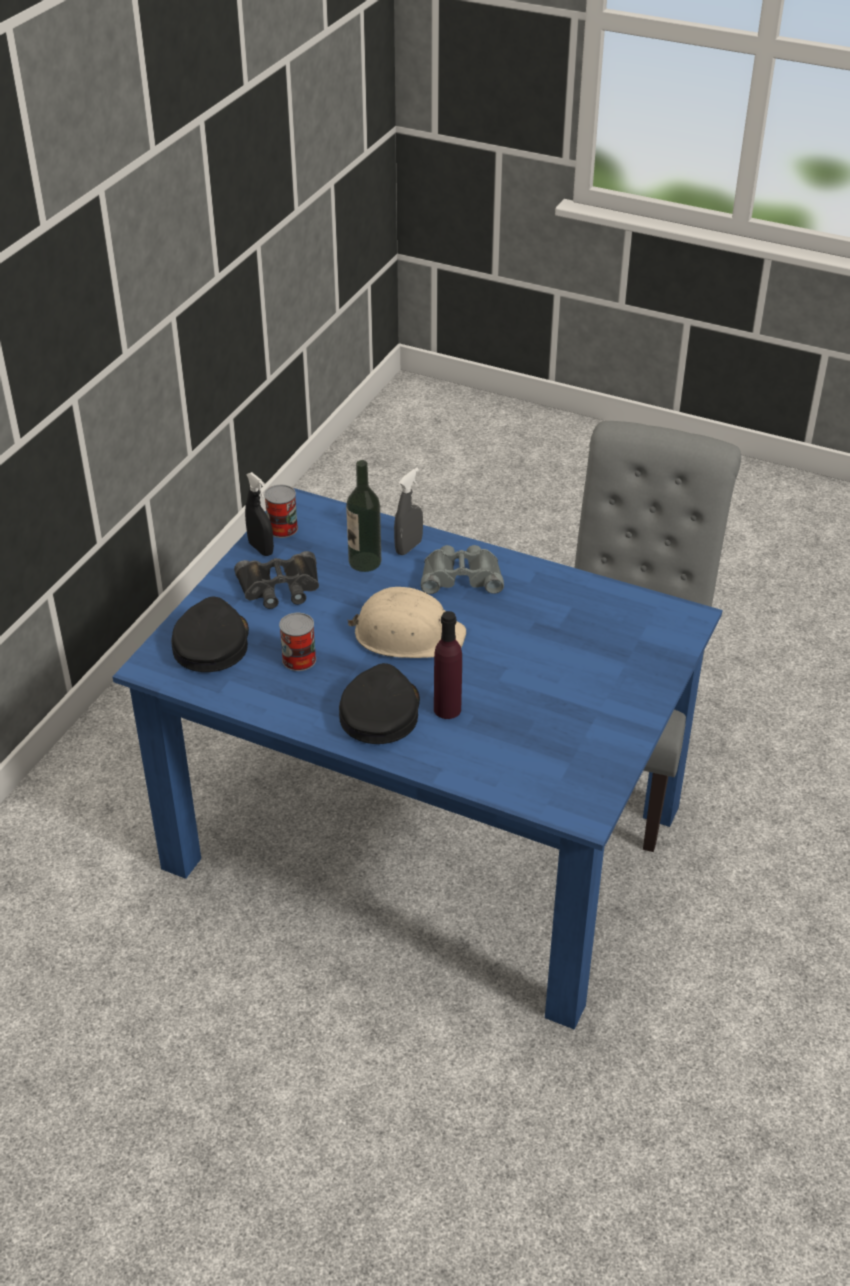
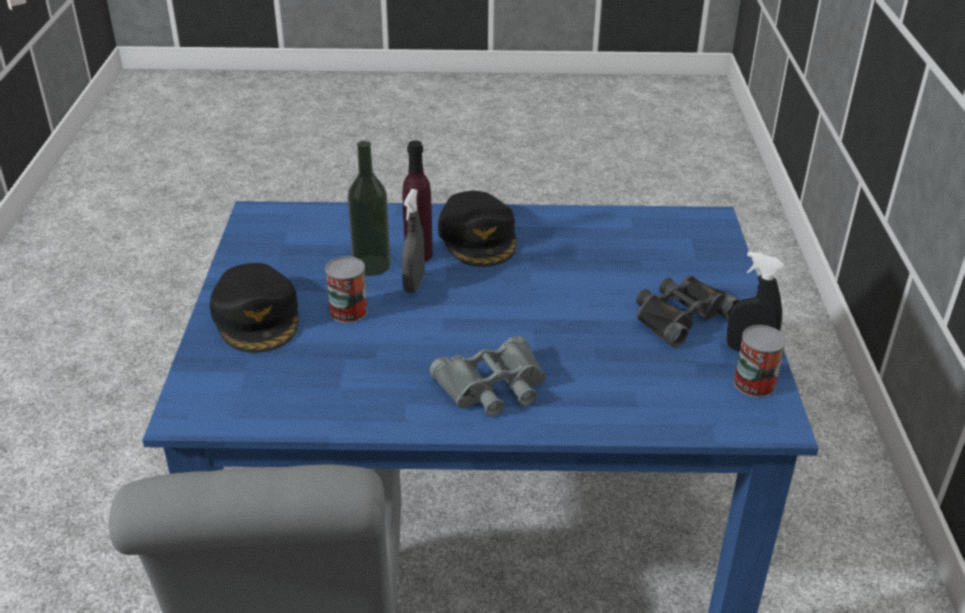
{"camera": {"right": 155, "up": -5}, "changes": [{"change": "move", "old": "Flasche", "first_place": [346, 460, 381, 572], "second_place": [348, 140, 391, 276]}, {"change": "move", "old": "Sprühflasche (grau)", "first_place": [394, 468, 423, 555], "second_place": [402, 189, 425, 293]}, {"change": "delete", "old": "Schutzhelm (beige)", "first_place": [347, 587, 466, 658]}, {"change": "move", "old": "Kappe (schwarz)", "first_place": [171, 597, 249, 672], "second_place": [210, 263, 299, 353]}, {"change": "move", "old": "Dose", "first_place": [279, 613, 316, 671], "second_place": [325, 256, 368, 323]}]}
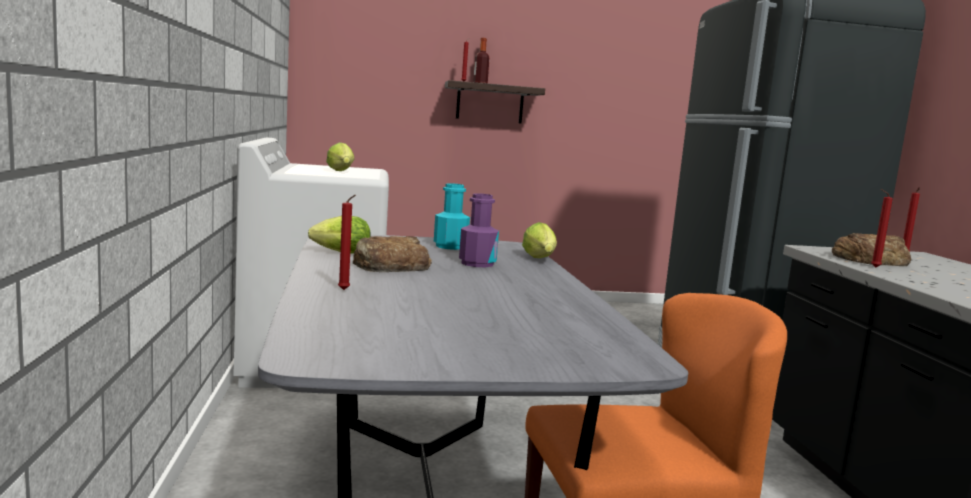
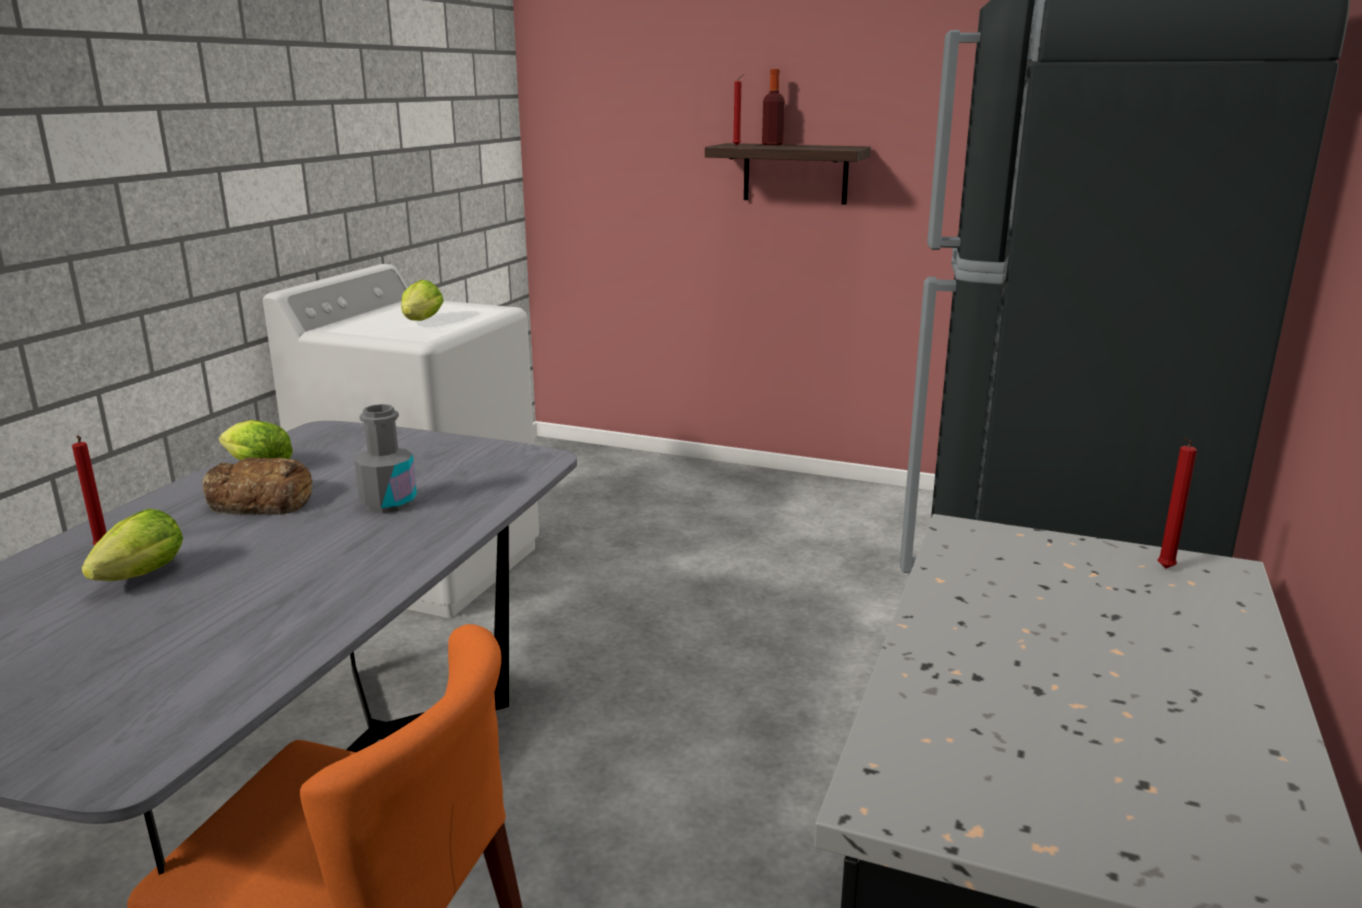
{"camera": {"right": 30, "up": 10}, "changes": [{"change": "delete", "old": "Flasche (türkis)", "first_place": [434, 183, 470, 250]}, {"change": "delete", "old": "Kerze (rot)", "first_place": [871, 189, 893, 268]}, {"change": "recolor", "old": "Flasche (lila)", "new": "Flasche (grau)", "first_place": [459, 193, 499, 267], "second_place": [354, 404, 417, 513]}, {"change": "move", "old": "Salatkopf", "first_place": [522, 222, 557, 258], "second_place": [81, 509, 183, 581]}, {"change": "delete", "old": "Brot", "first_place": [832, 233, 911, 266]}]}
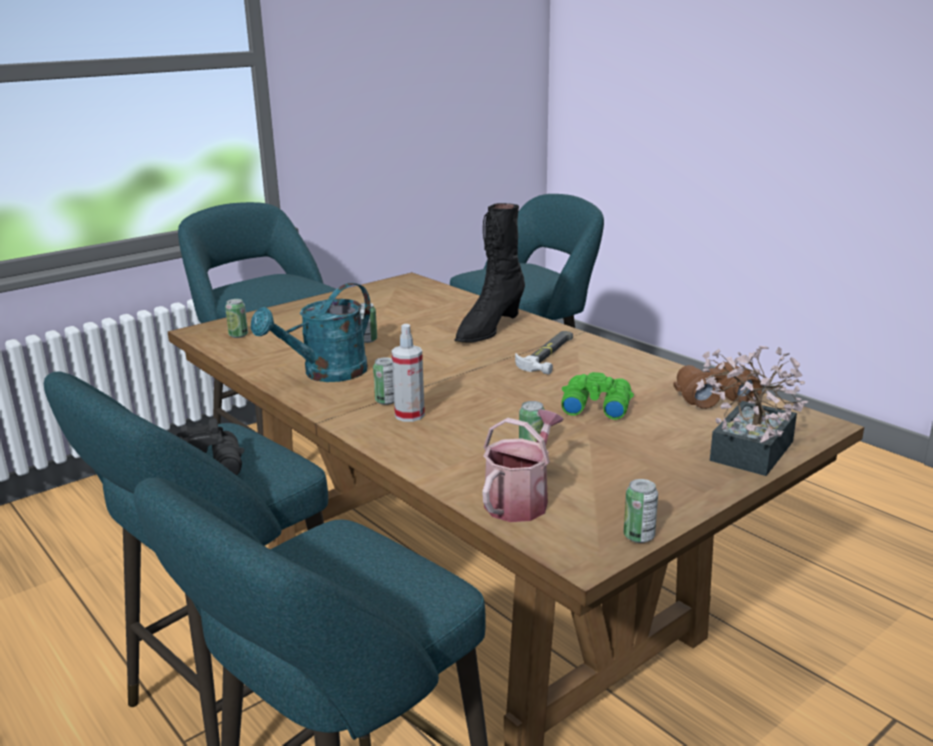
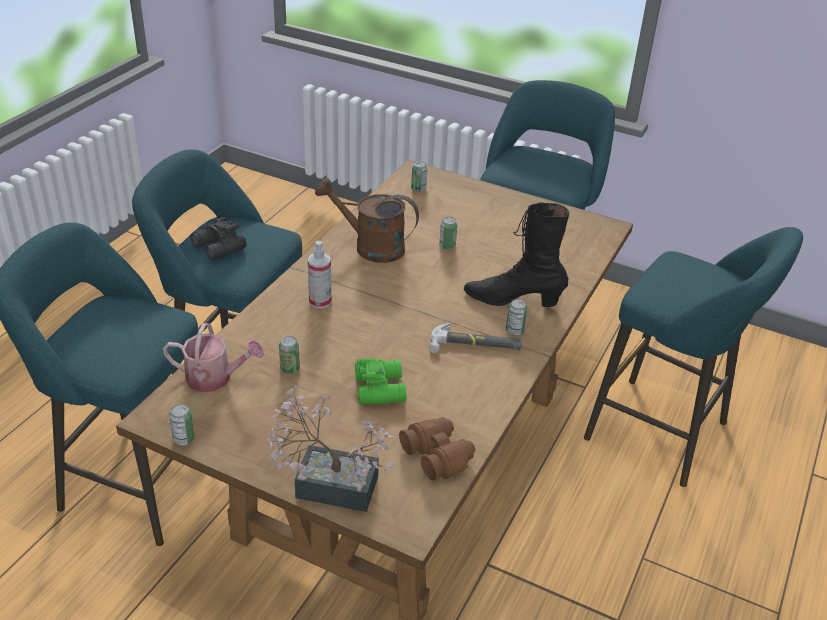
{"camera": {"right": 65, "up": 15}, "changes": [{"change": "recolor", "old": "Gießkanne (türkis)", "new": "Gießkanne (braun)", "first_place": [251, 283, 371, 382], "second_place": [315, 178, 419, 263]}, {"change": "move", "old": "Dose", "first_place": [373, 357, 394, 405], "second_place": [506, 299, 527, 336]}]}
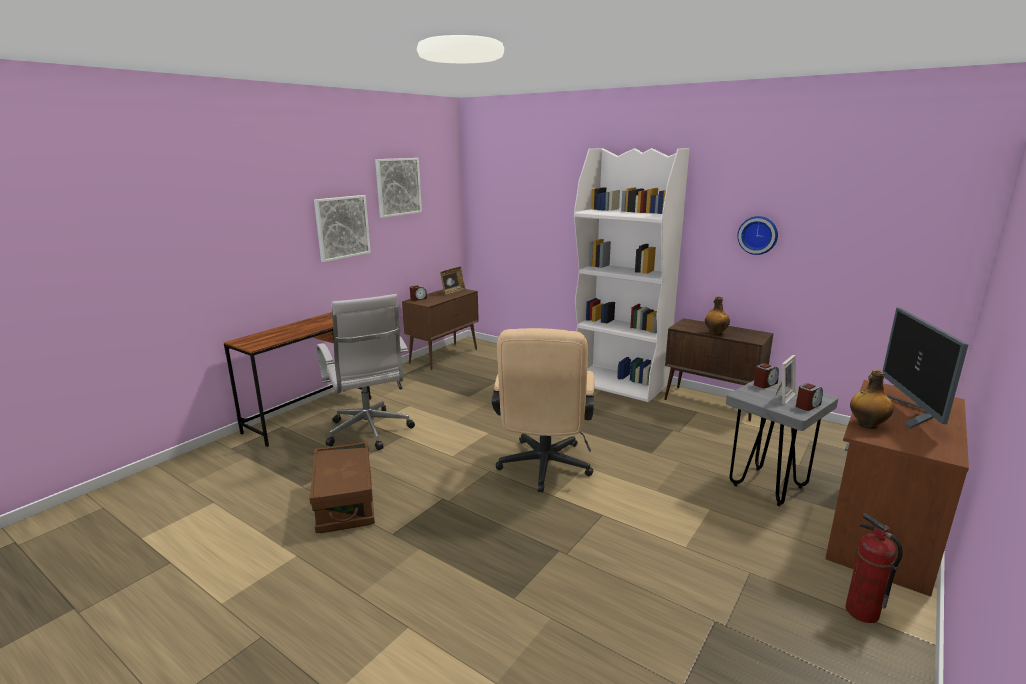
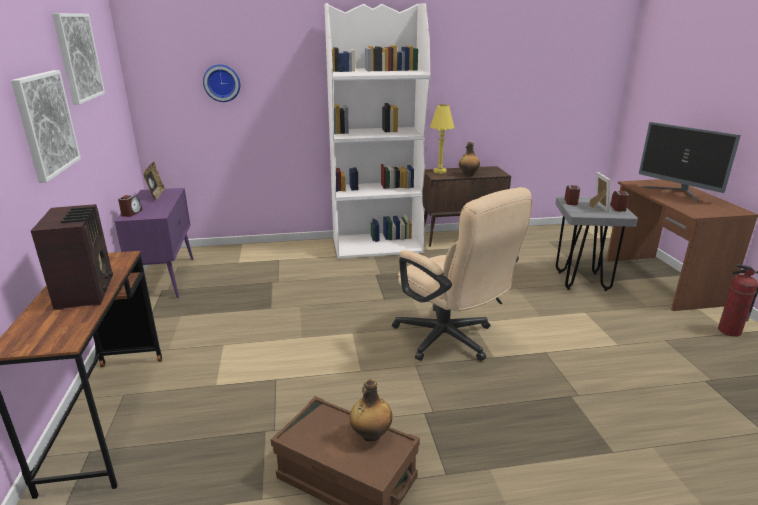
{"camera": {"right": -45, "up": 5}, "changes": [{"change": "move", "old": "Wanduhr", "first_place": [737, 216, 778, 255], "second_place": [203, 64, 240, 102]}, {"change": "recolor", "old": "Schrank (braun)", "new": "Schrank (lila)", "first_place": [402, 289, 479, 370], "second_place": [114, 188, 193, 298]}, {"change": "delete", "old": "Bürostuhl (weiß)", "first_place": [317, 294, 415, 450]}, {"change": "move", "old": "Flasche", "first_place": [850, 370, 894, 429], "second_place": [350, 379, 392, 441]}, {"change": "insert", "new": "Tischlampe (gelb)", "second_place": [430, 104, 454, 174]}, {"change": "insert", "new": "Radio", "second_place": [31, 204, 113, 310]}]}
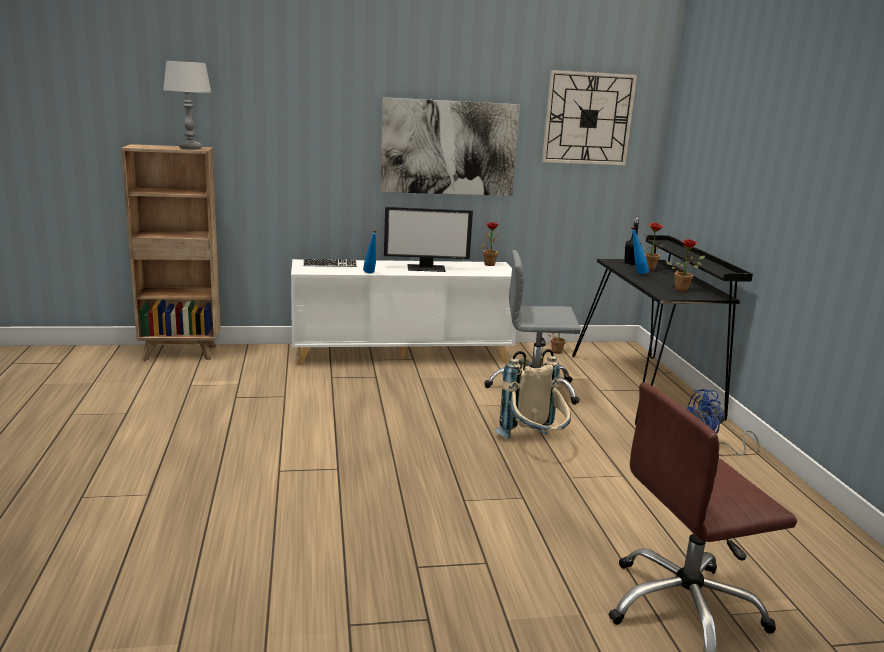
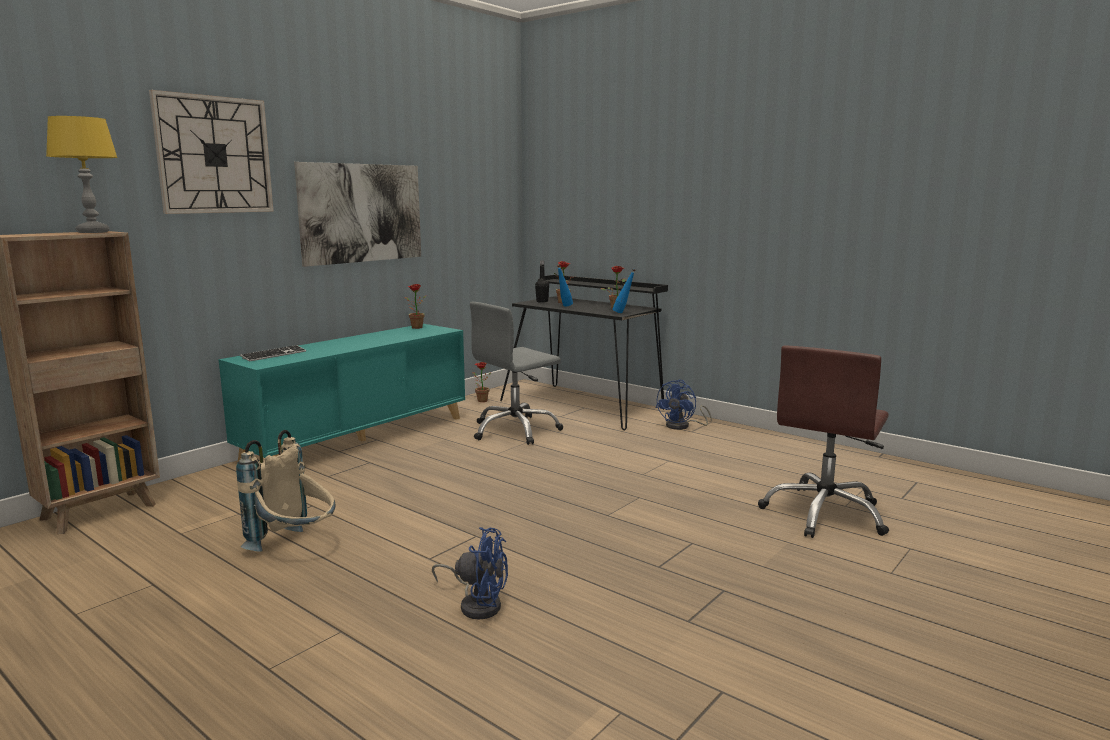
{"camera": {"right": -40, "up": -5}, "changes": [{"change": "recolor", "old": "Tischlampe (grau)", "new": "Tischlampe (gelb)", "first_place": [163, 61, 211, 149], "second_place": [46, 116, 118, 233]}, {"change": "move", "old": "Wanduhr", "first_place": [542, 70, 637, 165], "second_place": [149, 90, 274, 214]}, {"change": "delete", "old": "Monitor", "first_place": [384, 207, 473, 272]}, {"change": "move", "old": "Flasche (blau)", "first_place": [363, 229, 377, 273], "second_place": [612, 268, 636, 313]}, {"change": "recolor", "old": "Schrank (weiß)", "new": "Schrank (türkis)", "first_place": [291, 259, 516, 365], "second_place": [218, 324, 465, 461]}, {"change": "move", "old": "Rucksack (beige)", "first_place": [496, 349, 571, 439], "second_place": [236, 430, 335, 552]}, {"change": "insert", "new": "Ventilator (blau)", "second_place": [432, 527, 508, 619]}]}
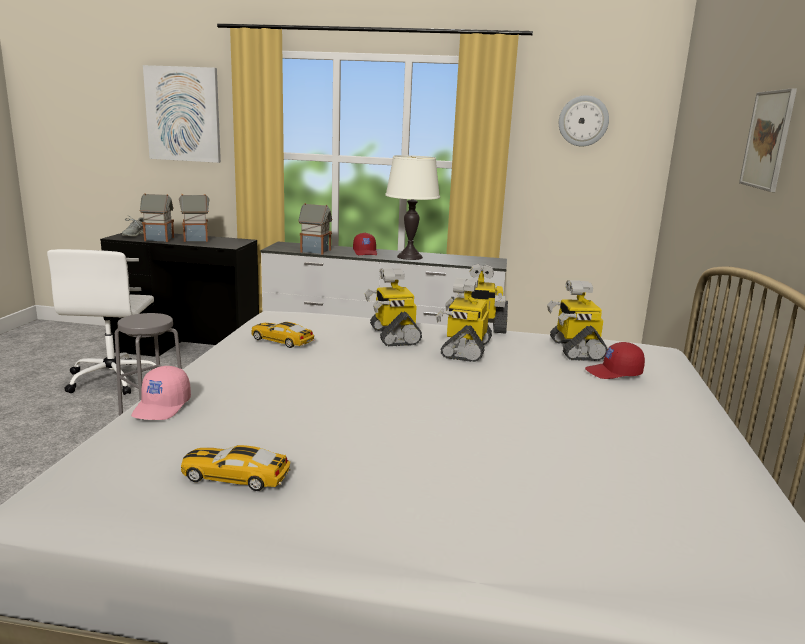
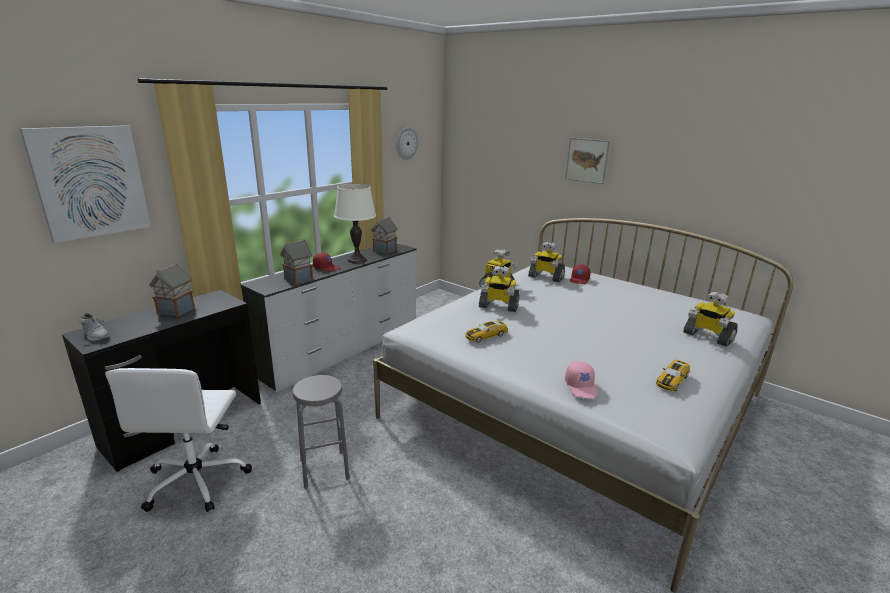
{"camera": {"right": -60, "up": 5}, "changes": [{"change": "move", "old": "Spielzeughaus", "first_place": [140, 193, 175, 242], "second_place": [371, 217, 398, 255]}, {"change": "rotate", "old": "Bürostuhl (weiß)", "first_place": [47, 249, 156, 395], "second_place": [105, 368, 252, 512], "degrees": 60}, {"change": "move", "old": "Spielzeugroboter", "first_place": [436, 278, 492, 362], "second_place": [683, 292, 737, 347]}, {"change": "rotate", "old": "Kappe (rosa)", "first_place": [131, 366, 191, 420], "second_place": [565, 361, 598, 398], "degrees": 45}]}
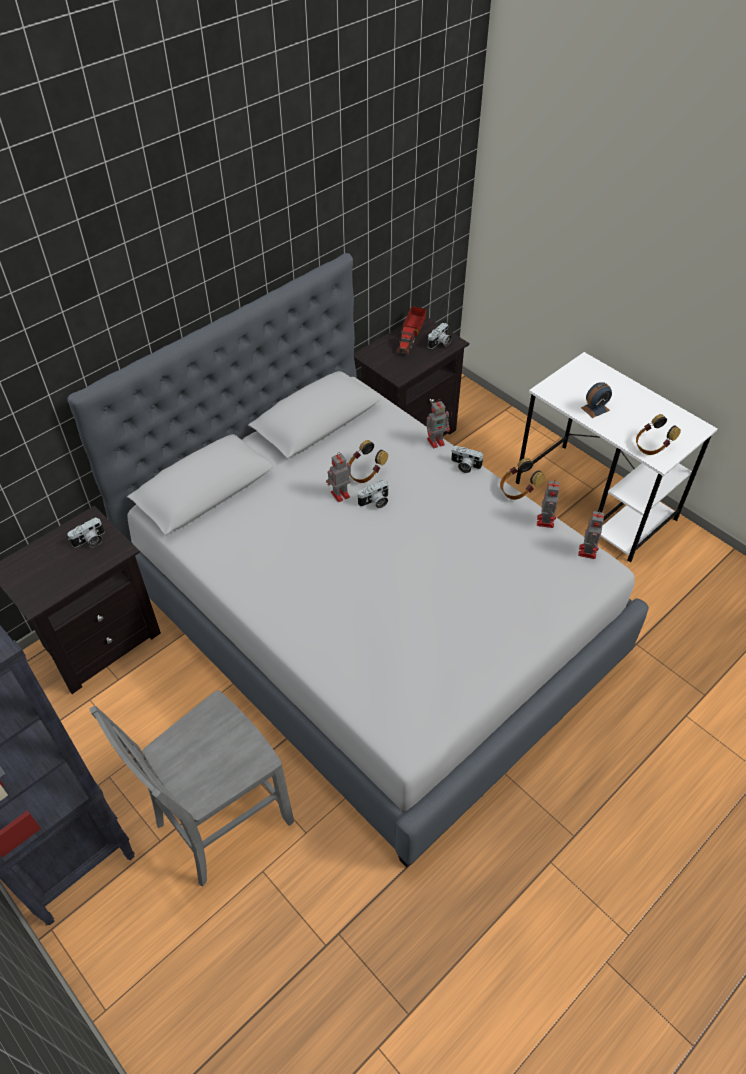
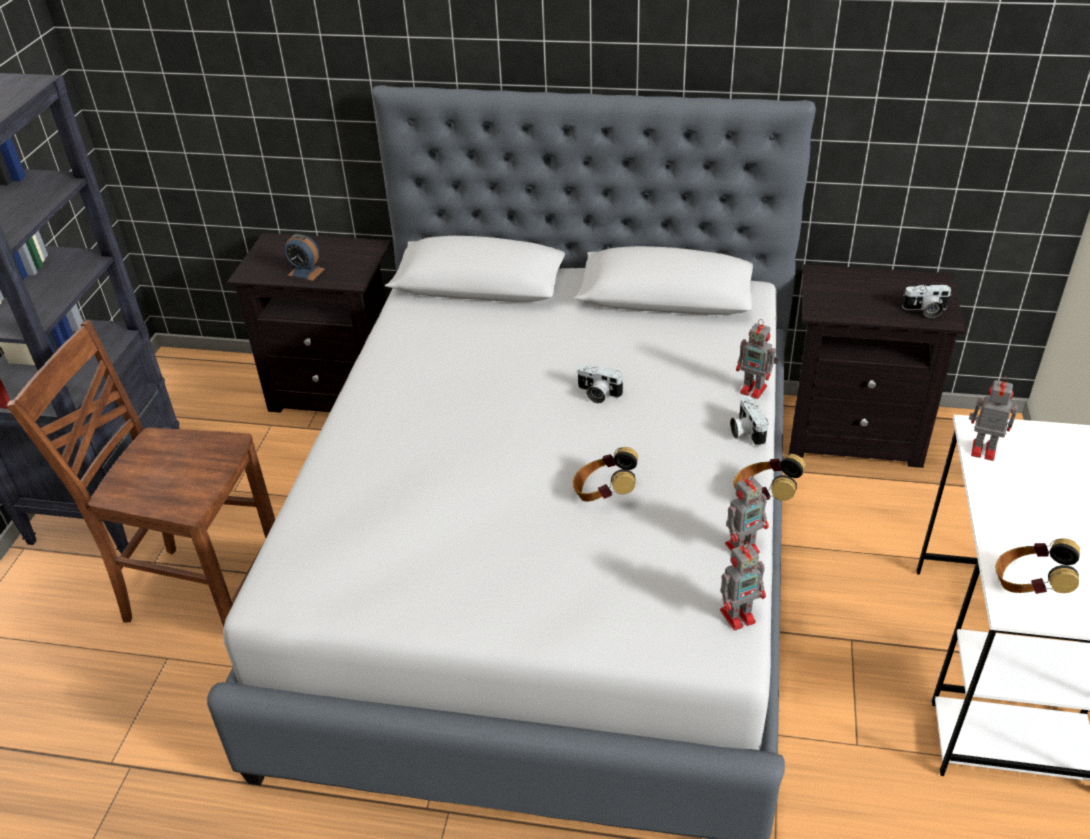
{"camera": {"right": 55, "up": -10}, "changes": [{"change": "delete", "old": "Spielzeuglaster", "first_place": [397, 306, 426, 355]}, {"change": "move", "old": "Wecker", "first_place": [581, 382, 612, 418], "second_place": [285, 234, 325, 281]}, {"change": "move", "old": "Kopfhörer", "first_place": [349, 440, 388, 483], "second_place": [573, 447, 638, 501]}, {"change": "move", "old": "Spielzeugroboter", "first_place": [326, 452, 351, 502], "second_place": [969, 376, 1018, 461]}, {"change": "delete", "old": "Kamera", "first_place": [67, 517, 104, 547]}, {"change": "recolor", "old": "Stuhl (grau)", "new": "Stuhl (braun)", "first_place": [90, 690, 294, 887], "second_place": [7, 320, 275, 627]}]}
